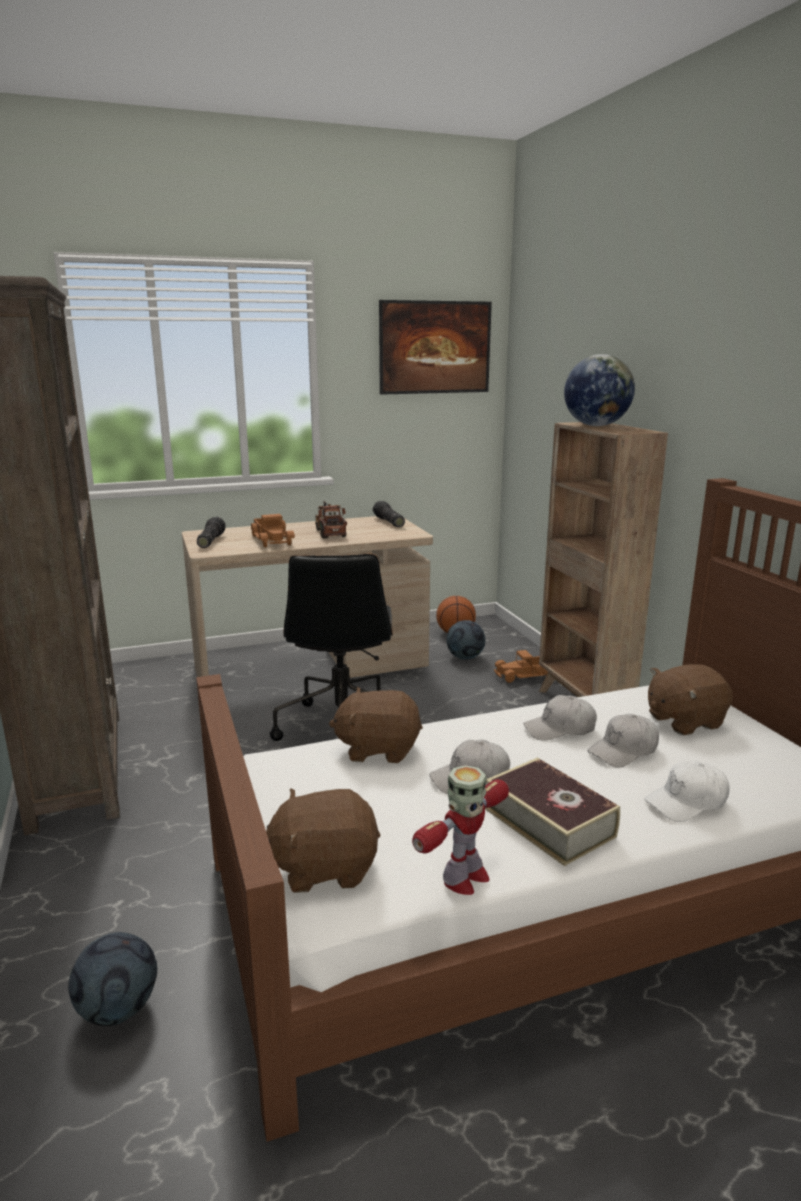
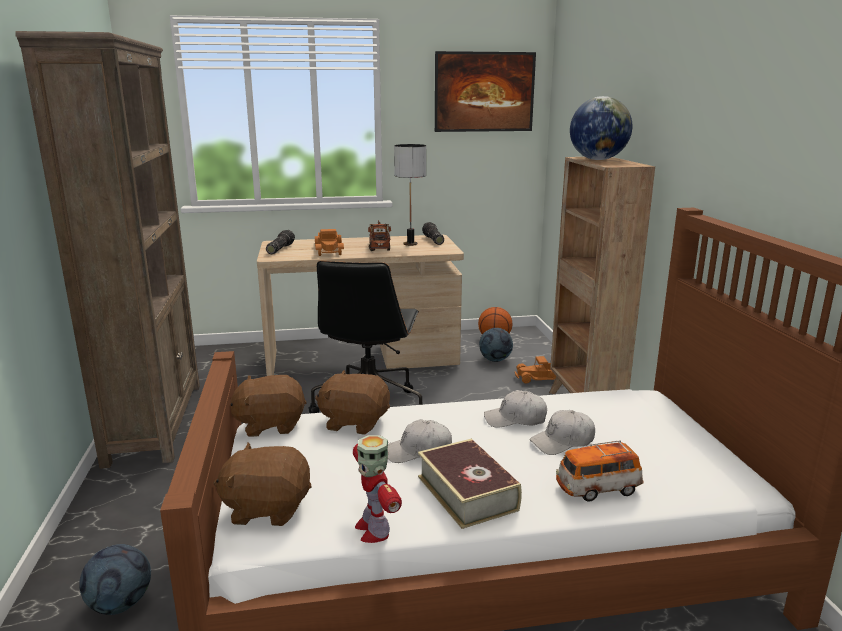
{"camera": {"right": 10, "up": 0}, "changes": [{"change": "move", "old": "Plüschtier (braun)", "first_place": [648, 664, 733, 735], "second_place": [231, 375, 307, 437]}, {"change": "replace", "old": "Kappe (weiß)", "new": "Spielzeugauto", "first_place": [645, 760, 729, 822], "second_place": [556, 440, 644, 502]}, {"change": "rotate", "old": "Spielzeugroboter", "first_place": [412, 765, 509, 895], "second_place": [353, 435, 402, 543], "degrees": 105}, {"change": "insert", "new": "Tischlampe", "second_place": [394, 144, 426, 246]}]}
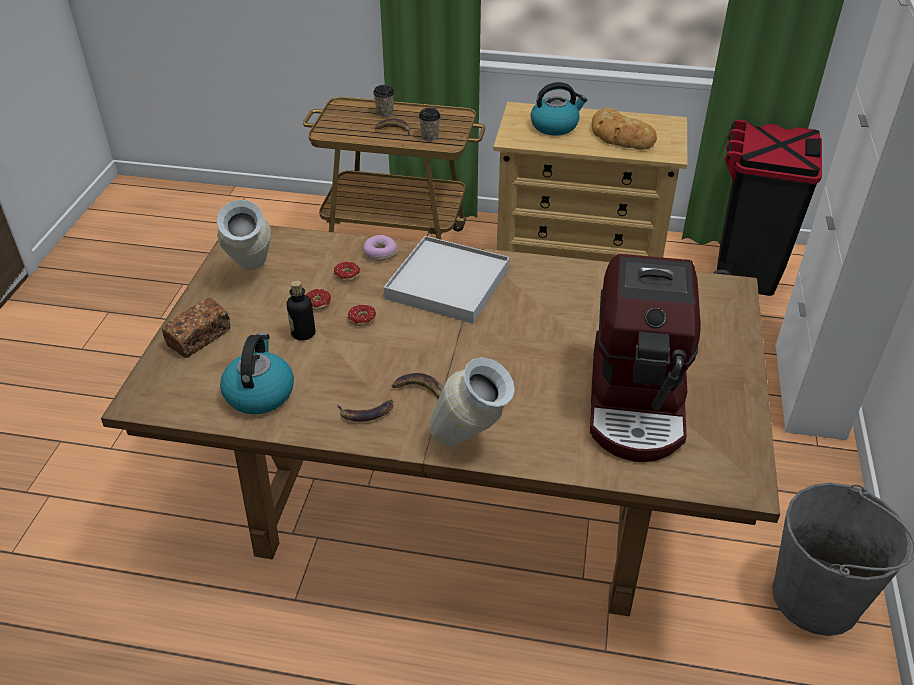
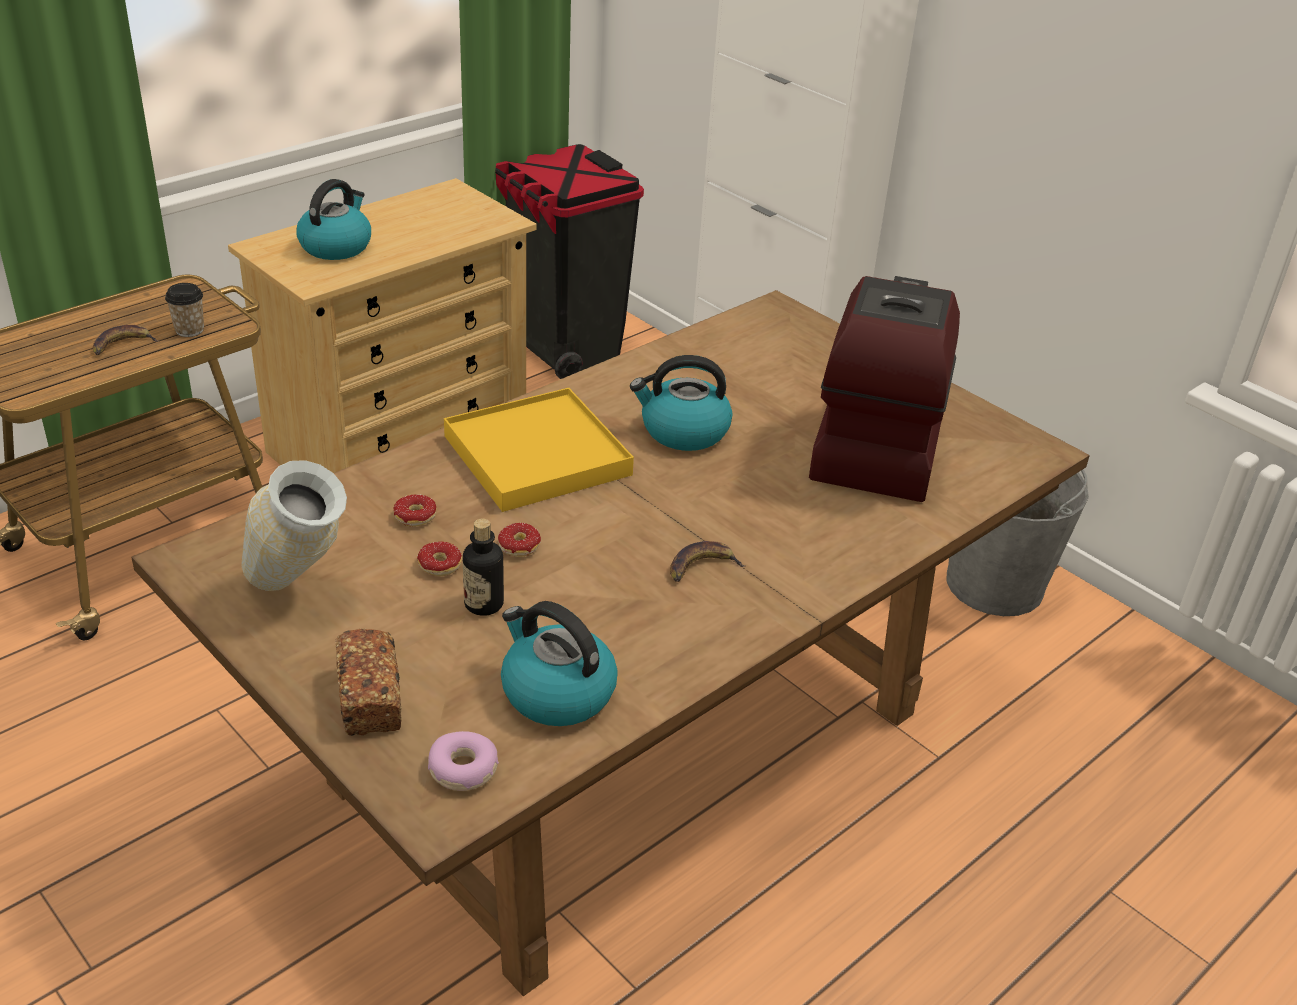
{"camera": {"right": -55, "up": -5}, "changes": [{"change": "delete", "old": "Tasse", "first_place": [373, 85, 394, 117]}, {"change": "delete", "old": "Brot", "first_place": [592, 108, 657, 150]}, {"change": "move", "old": "Donut", "first_place": [363, 235, 398, 261], "second_place": [428, 731, 499, 791]}, {"change": "recolor", "old": "Tablett (weiß)", "new": "Tablett (gelb)", "first_place": [384, 236, 510, 324], "second_place": [444, 388, 634, 512]}, {"change": "rotate", "old": "Kaffeemaschine", "first_place": [590, 254, 701, 462], "second_place": [809, 276, 960, 502], "degrees": -120}, {"change": "delete", "old": "Vase", "first_place": [429, 357, 515, 446]}, {"change": "delete", "old": "Banane", "first_place": [338, 400, 393, 421]}, {"change": "insert", "new": "Wasserkessel", "second_place": [630, 355, 732, 451]}]}
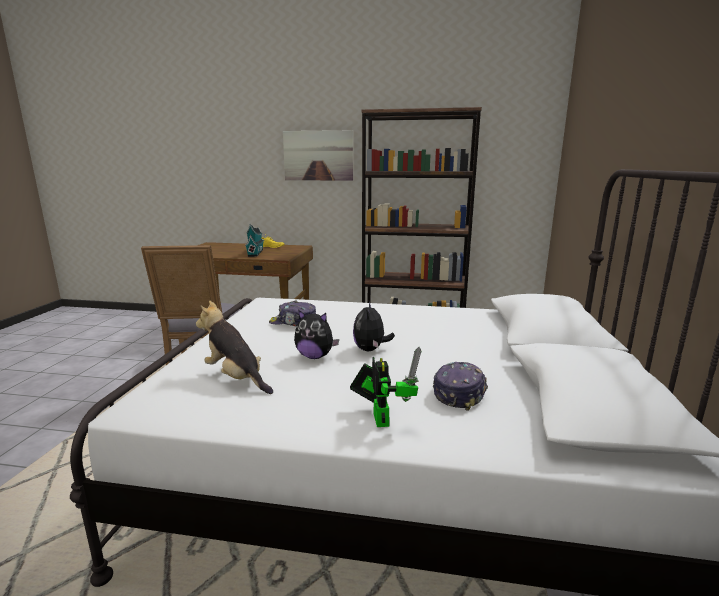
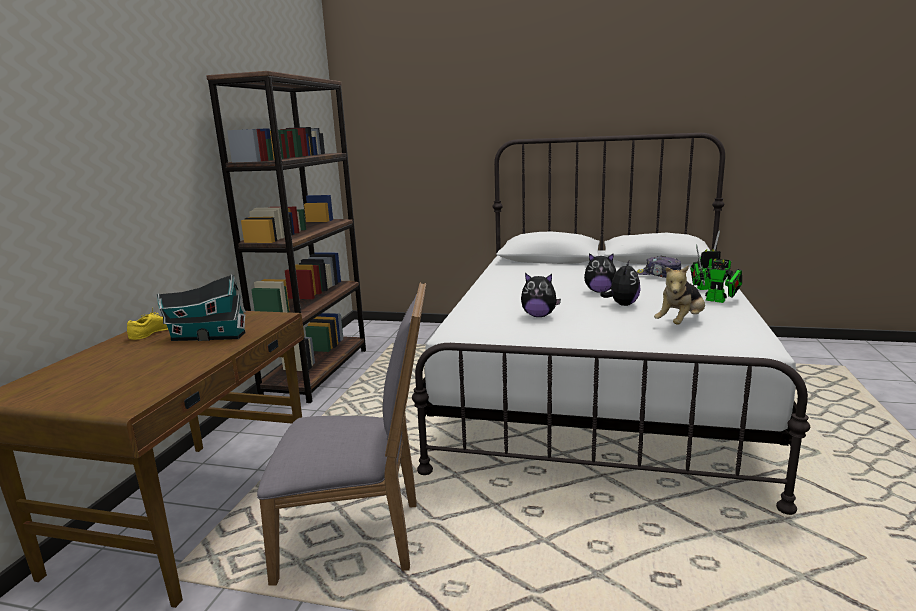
{"camera": {"right": -85, "up": 0}, "changes": [{"change": "delete", "old": "Bild", "first_place": [283, 130, 353, 181]}, {"change": "replace", "old": "Kappe", "new": "Plüschtier", "first_place": [269, 300, 316, 327], "second_place": [521, 273, 561, 317]}, {"change": "insert", "new": "Spielzeugroboter", "second_place": [696, 244, 742, 303]}]}
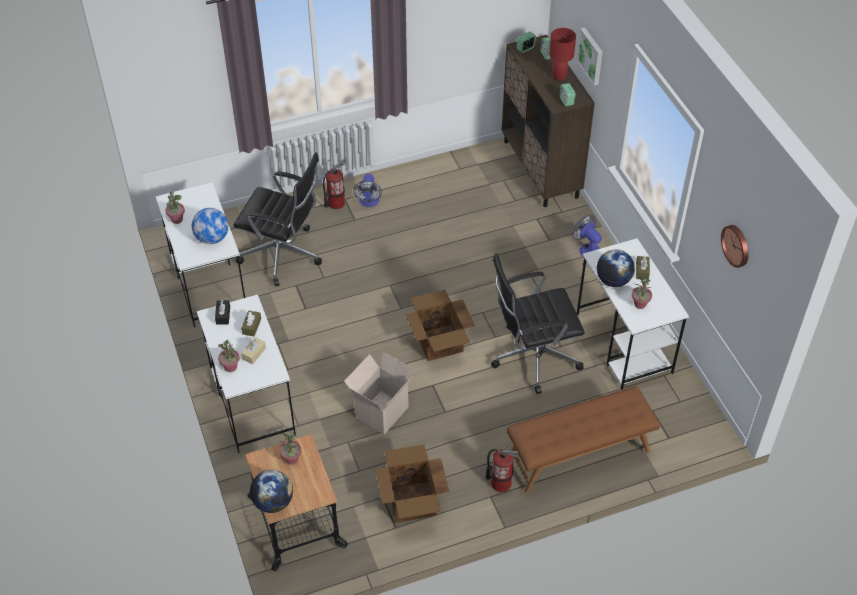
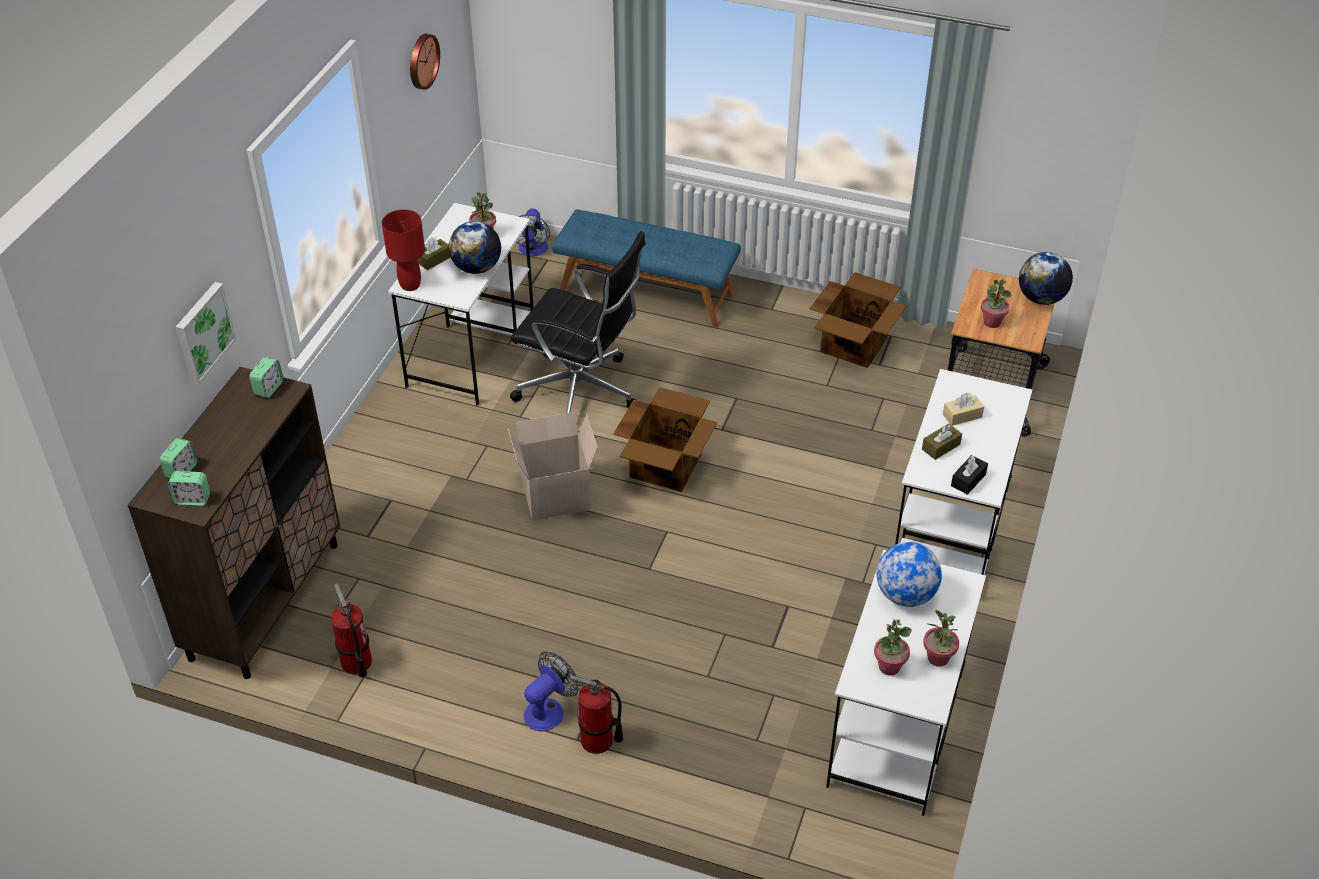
{"camera": {"right": -140, "up": -5}, "changes": [{"change": "move", "old": "Tischlampe (rot)", "first_place": [549, 28, 576, 81], "second_place": [382, 209, 425, 291]}, {"change": "delete", "old": "Bürostuhl (schwarz)", "first_place": [234, 153, 322, 286]}, {"change": "move", "old": "Ventilator", "first_place": [572, 215, 602, 257], "second_place": [516, 209, 550, 256]}, {"change": "move", "old": "Topfpflanze", "first_place": [218, 340, 240, 372], "second_place": [874, 619, 912, 676]}, {"change": "move", "old": "Karton", "first_place": [344, 352, 412, 434], "second_place": [508, 412, 598, 521]}, {"change": "recolor", "old": "Bank (braun)", "new": "Bank (blau)", "first_place": [506, 386, 660, 493], "second_place": [552, 209, 741, 328]}, {"change": "move", "old": "Feuerlöscher", "first_place": [486, 446, 519, 492], "second_place": [331, 584, 372, 677]}]}
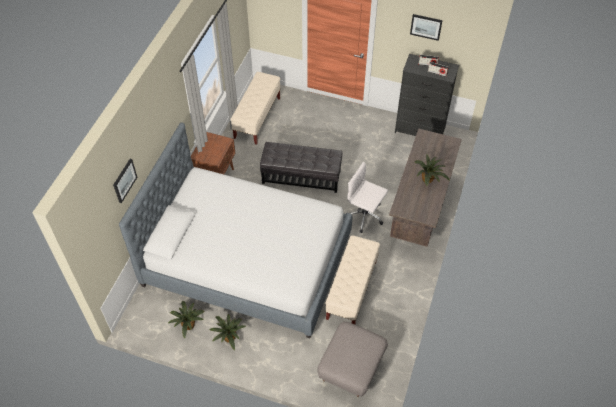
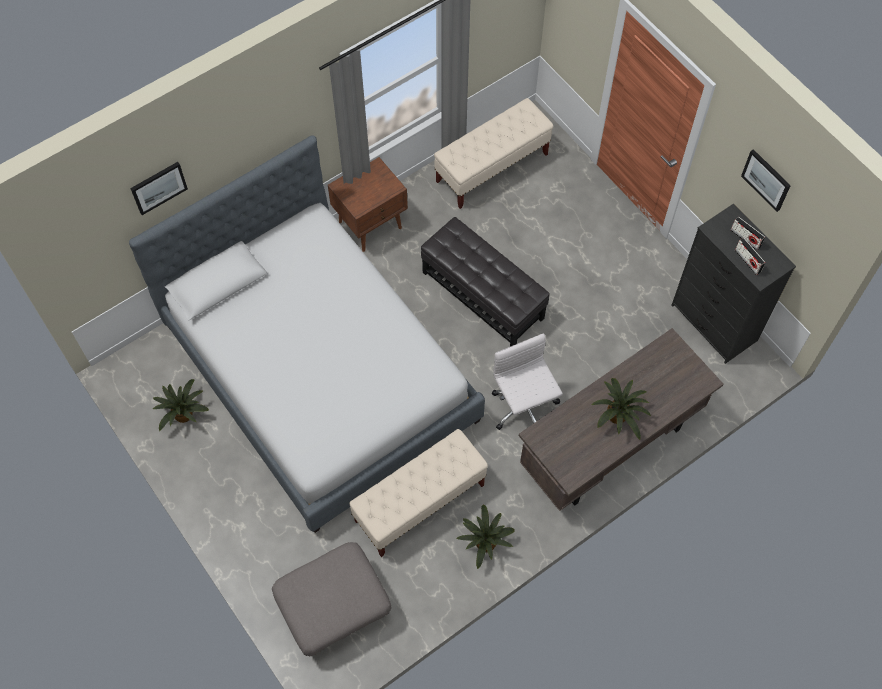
{"camera": {"right": 35, "up": 10}, "changes": [{"change": "move", "old": "Topfpflanze", "first_place": [210, 314, 246, 351], "second_place": [456, 505, 515, 569]}]}
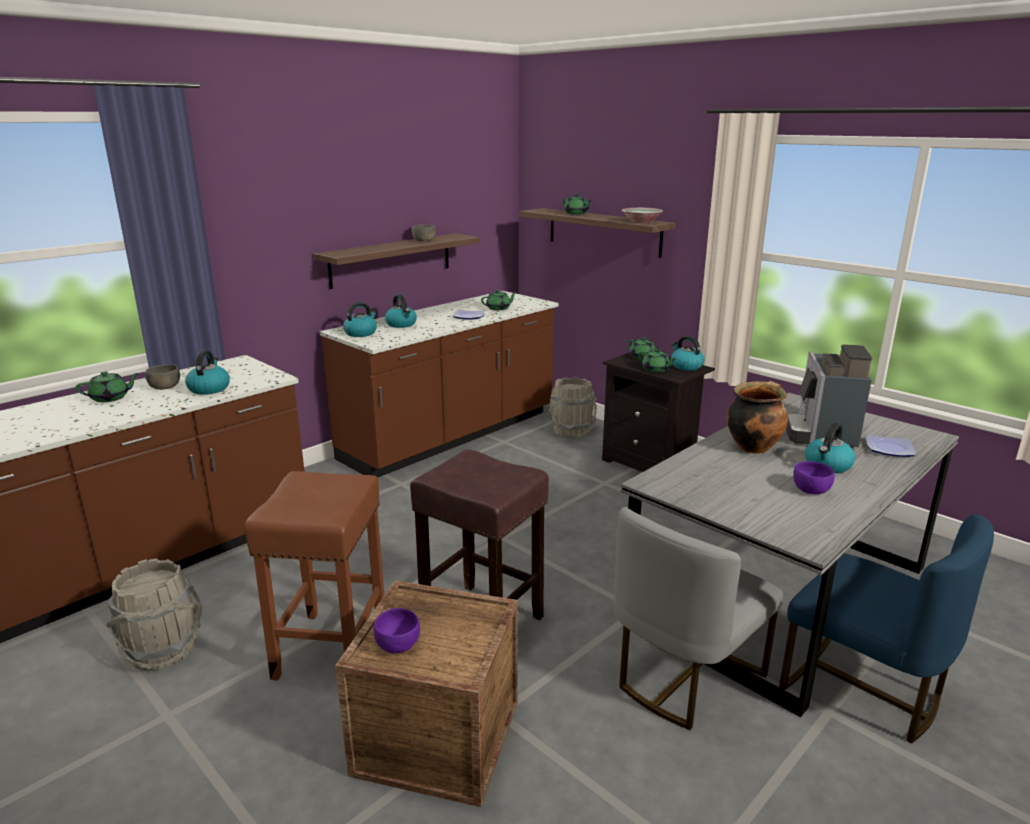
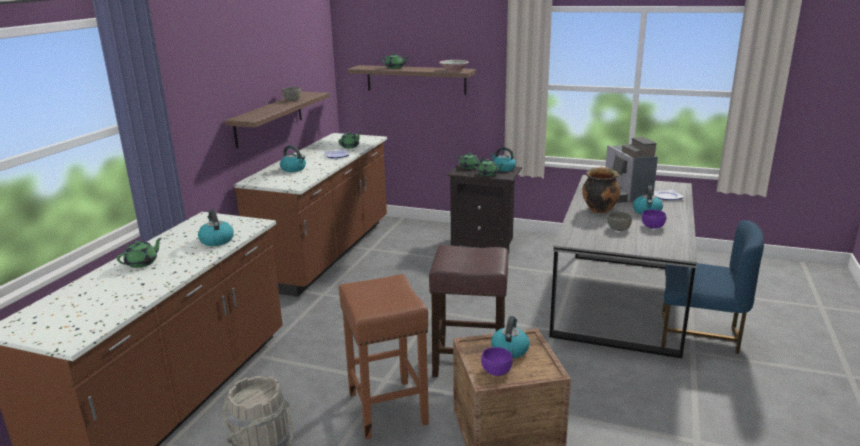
{"camera": {"right": -25, "up": 0}, "changes": [{"change": "move", "old": "Wasserkessel", "first_place": [343, 302, 377, 337], "second_place": [491, 316, 530, 358]}, {"change": "move", "old": "Schüssel (grau)", "first_place": [145, 364, 180, 390], "second_place": [607, 212, 632, 231]}, {"change": "delete", "old": "Eimer (grau)", "first_place": [549, 377, 597, 438]}, {"change": "delete", "old": "Stuhl (grau)", "first_place": [613, 507, 783, 730]}]}
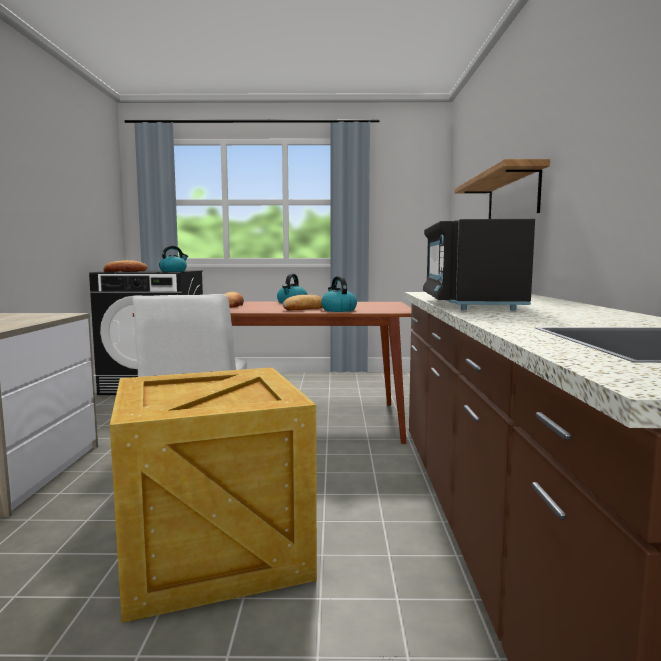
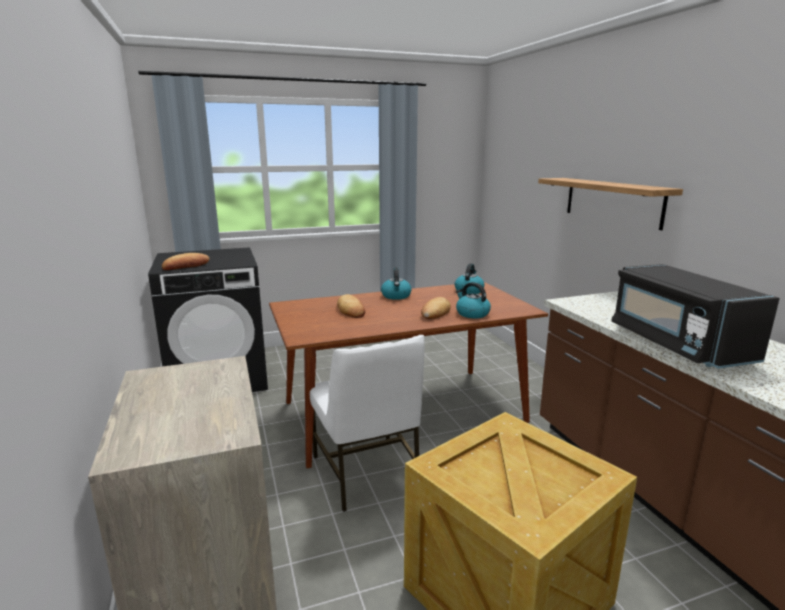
{"camera": {"right": -20, "up": 10}, "changes": [{"change": "move", "old": "Wasserkessel", "first_place": [159, 246, 188, 272], "second_place": [455, 264, 484, 294]}]}
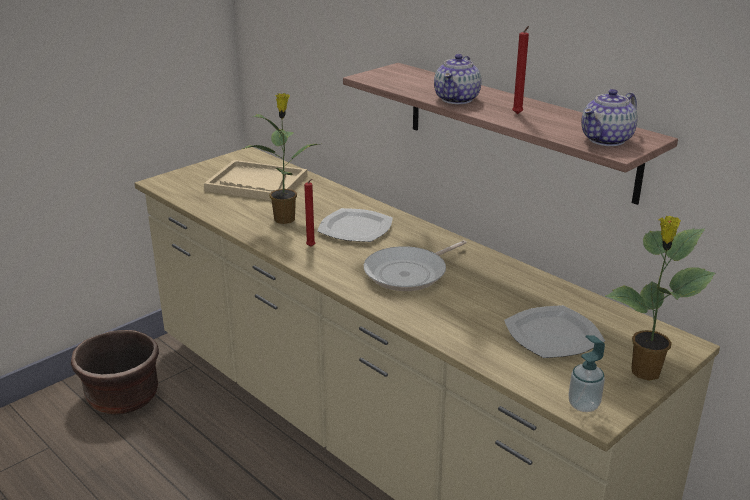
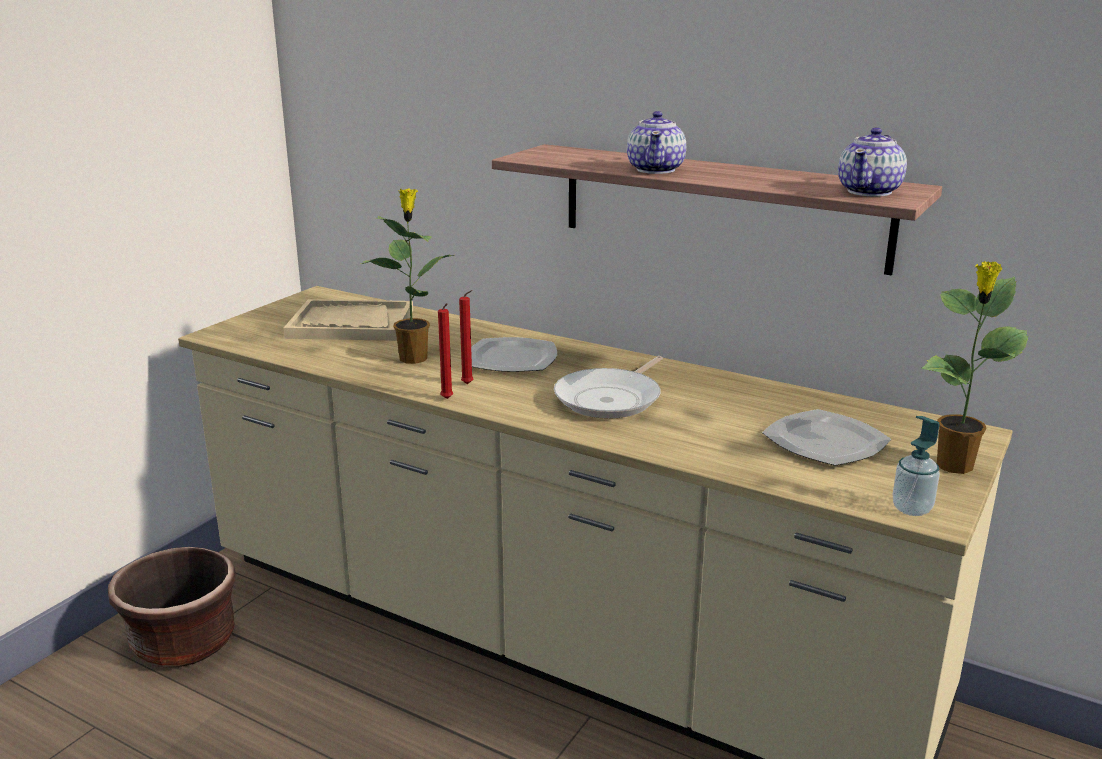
{"camera": {"right": -15, "up": -5}, "changes": [{"change": "move", "old": "Kerze (rot)", "first_place": [512, 26, 529, 114], "second_place": [438, 303, 453, 399]}]}
